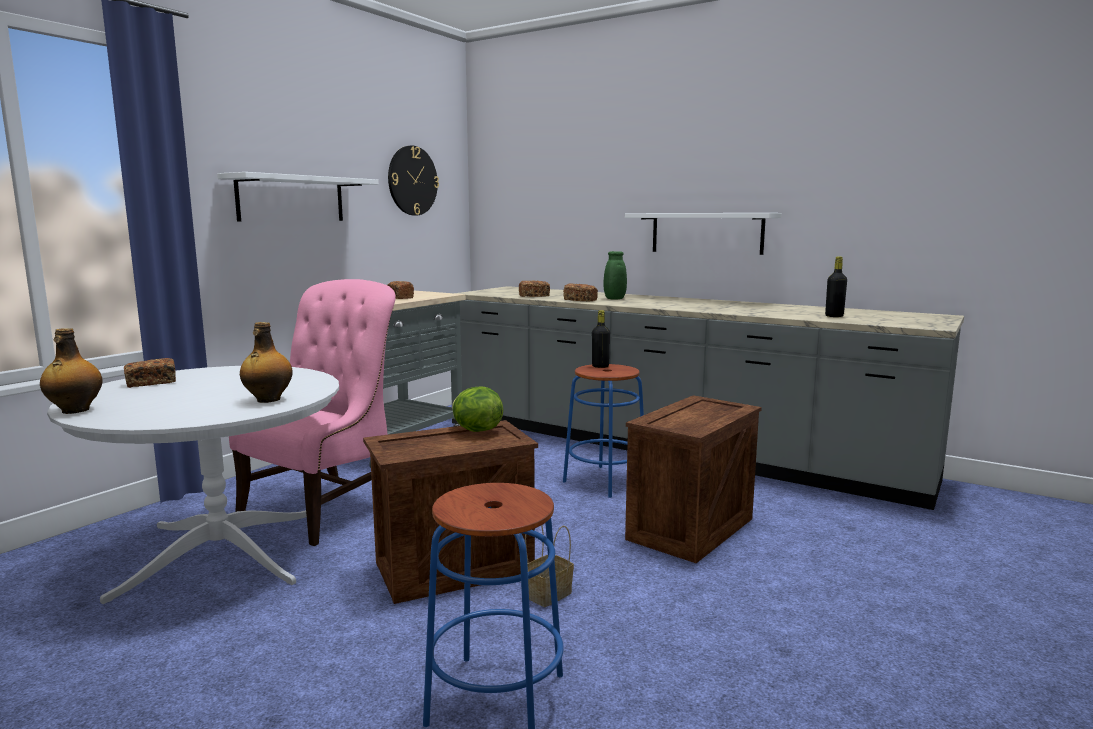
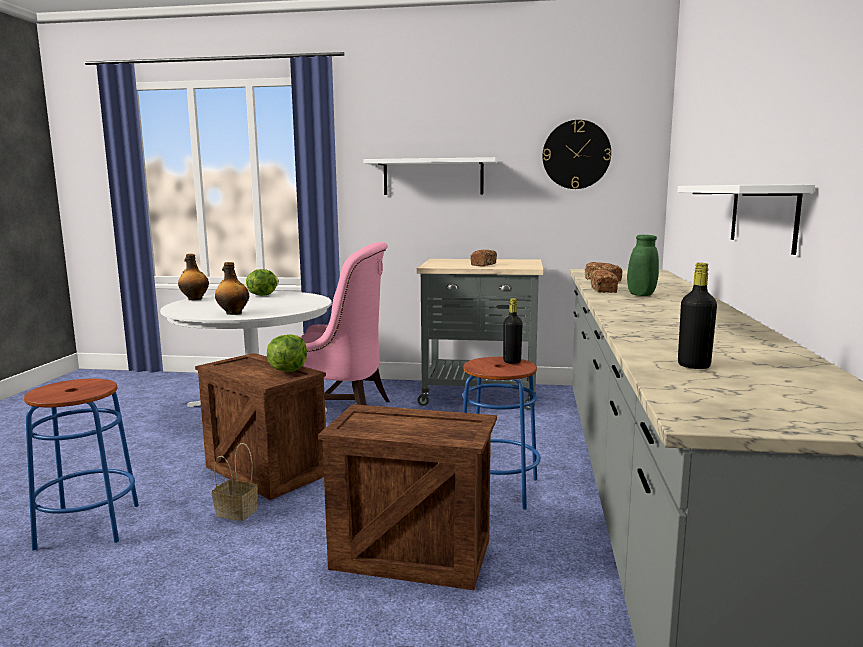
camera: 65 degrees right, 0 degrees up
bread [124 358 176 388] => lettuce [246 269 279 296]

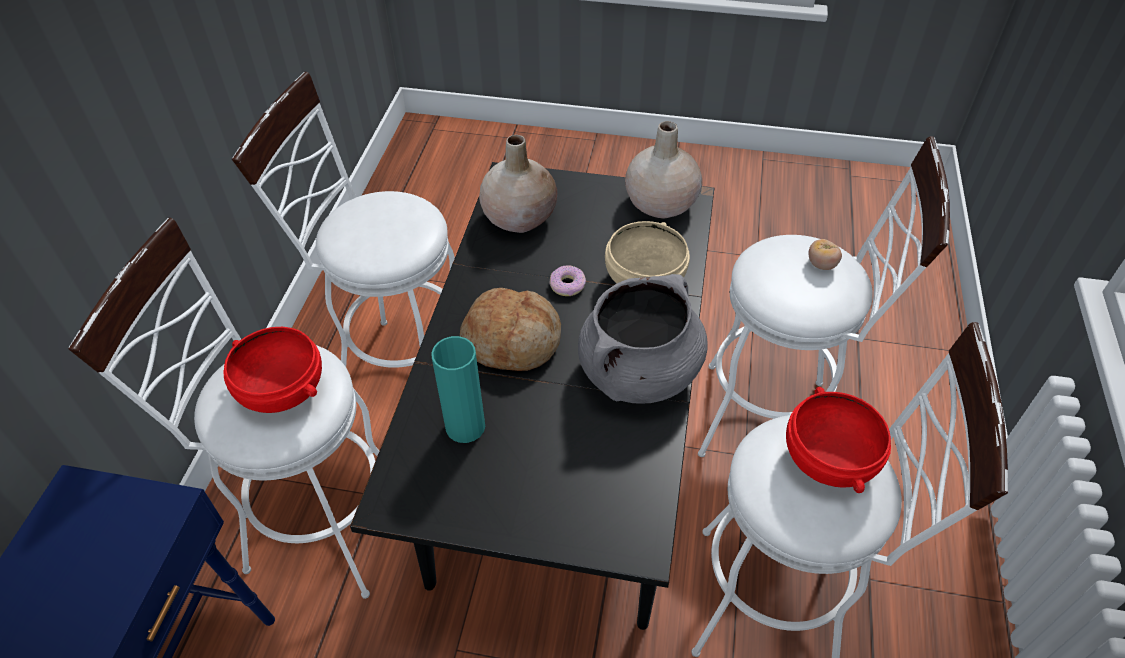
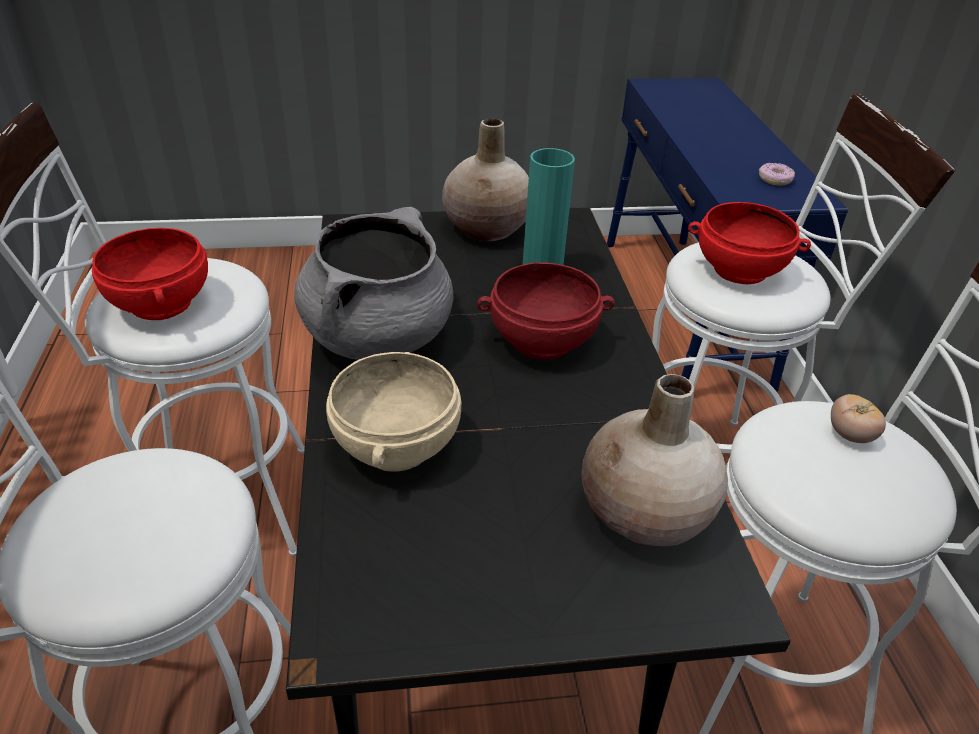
camera: 160 degrees right, 10 degrees down
beige vase [625 121 702 219] => beige vase [442 118 529 241], moved
tomato [808 239 842 270] => tomato [831 394 886 443], moved
donut [549 265 586 296] => donut [759 163 795 186], moved
bread [460 288 561 371] => red bowl [477 262 615 360]

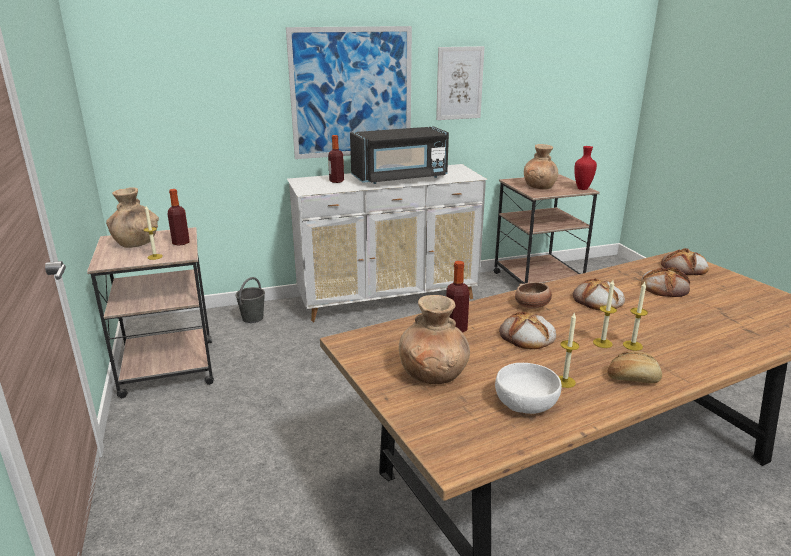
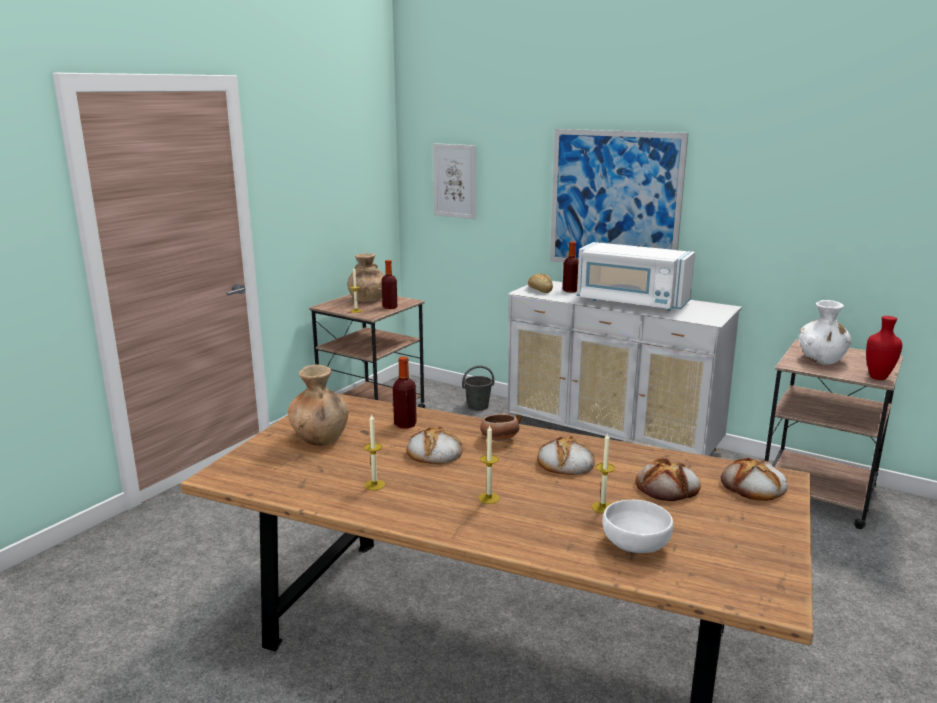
camera: 50 degrees right, 5 degrees down
picture [436 46 484 120] => picture [433 143 476 219], moved
black microwave [350 126 449 184] => white microwave [577 242 695 311]
brown vase [524 144 558 190] => white vase [799 300 851 365]
candle [593 280 617 348] => candle [592 433 615 513], moved
bread [608 351 662 384] => bread [528 274 553 293], moved
white bowl [495 363 562 414] => white bowl [602 500 674 553], moved

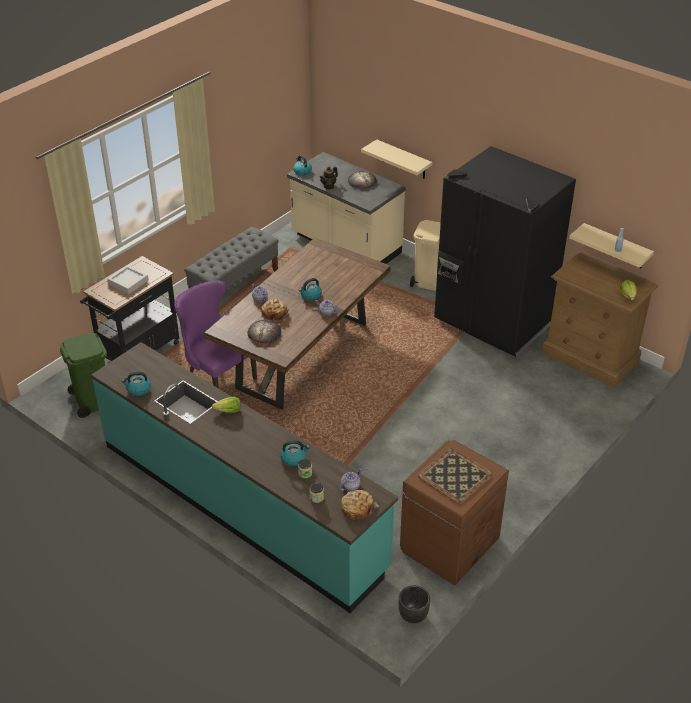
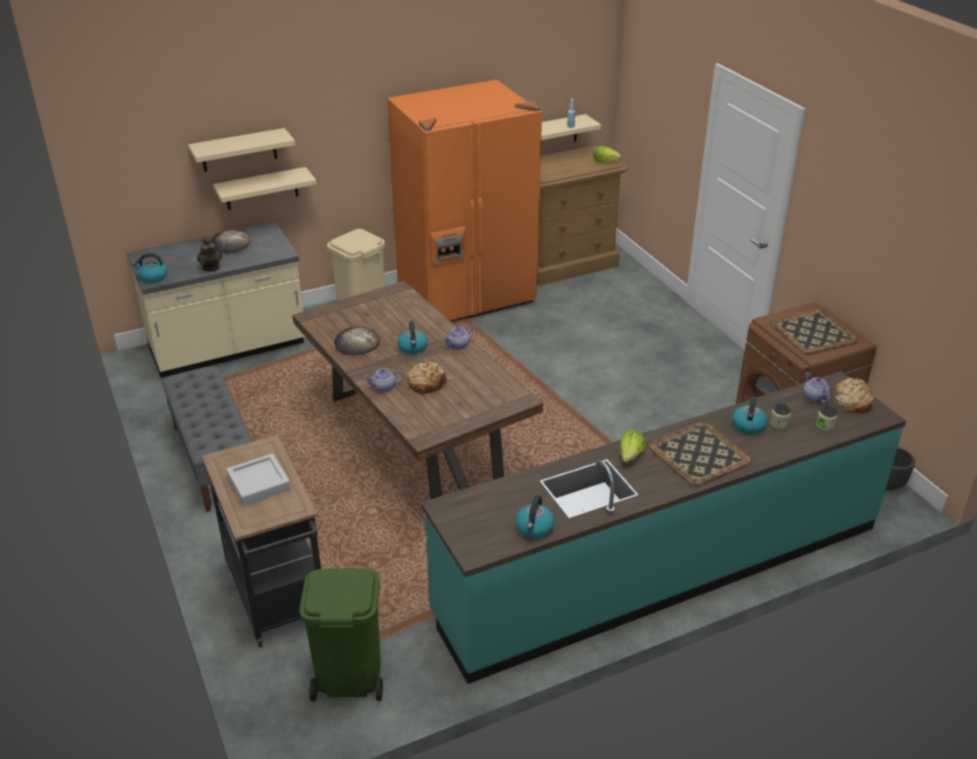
camera: 65 degrees left, 5 degrees down
black fridge [434 146 576 357] => orange fridge [387 80 542 322]
purple chair [175 281 257 389] => nothing
bread [248 320 281 344] => bread [334 326 380 355], moved
nothing => beige shelf [188 128 295 172]
nothing => tray [648 422 752 487]

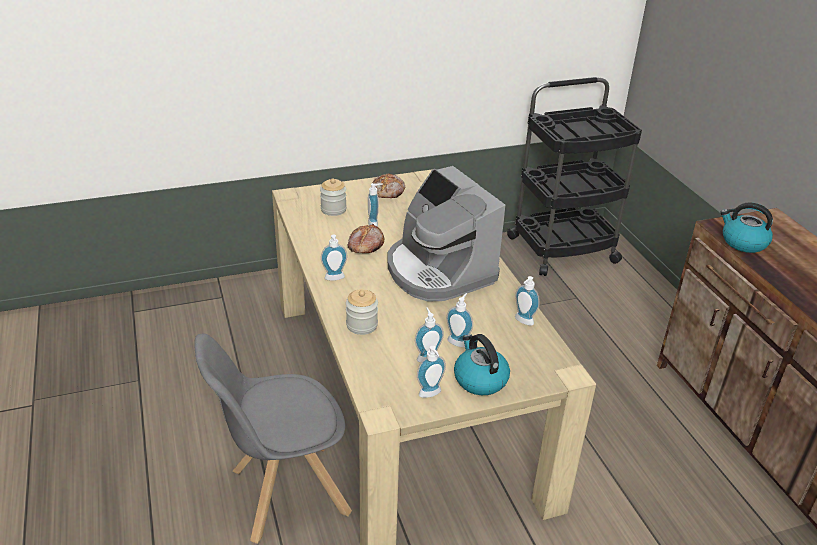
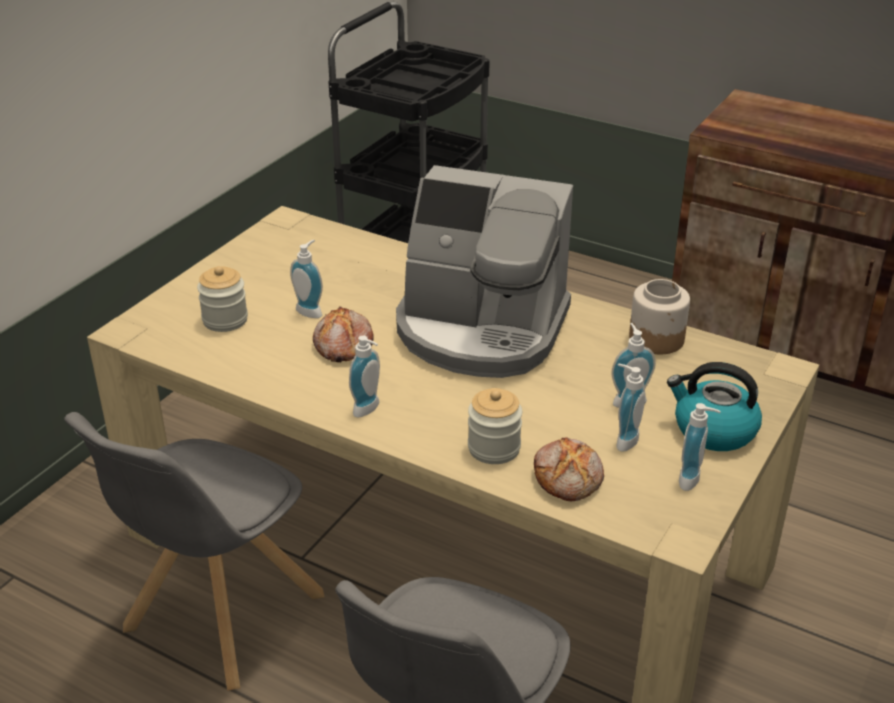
camera: 40 degrees left, 0 degrees up
bread [373 174 405 198] => bread [534 438 604 501], moved
kettle [720 202 773 253] => nothing
soap dispenser [515 276 540 326] => jar [629 279 690 354]
nothing => grey chair [64 412 325 691]

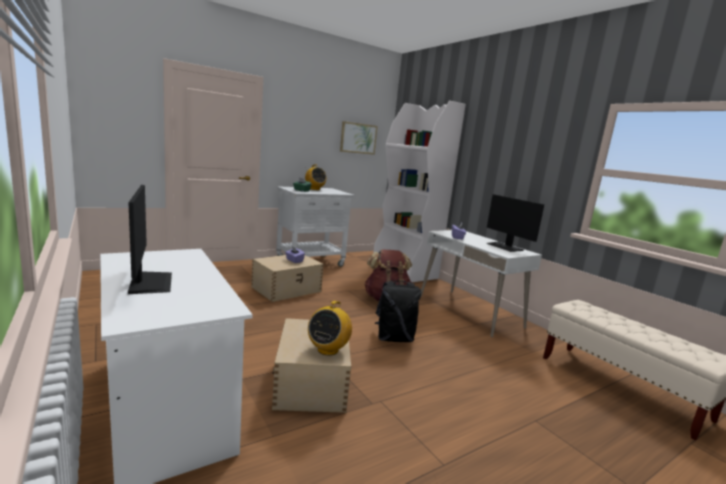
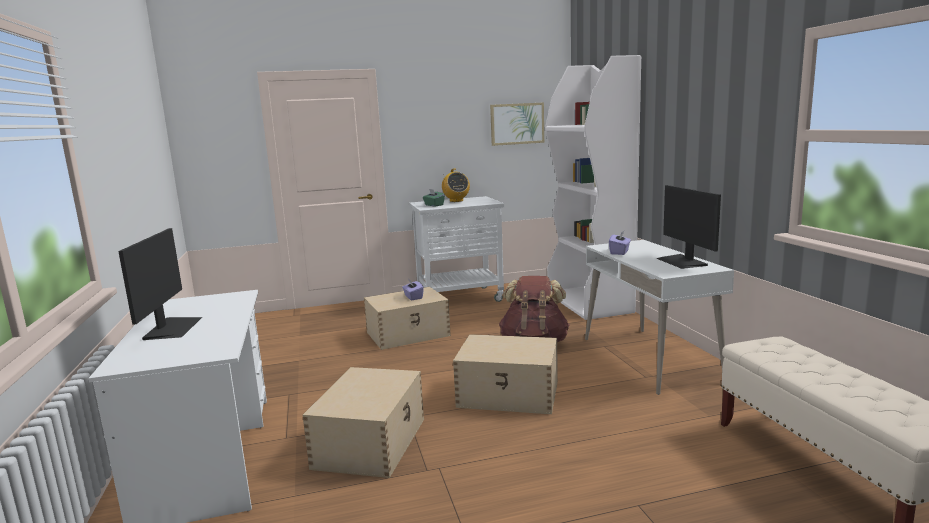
camera: 20 degrees right, 0 degrees up
black backpack [375 280 421 342] => beige storage box [453 334 558 414]
radio [308 301 352 356] => nothing

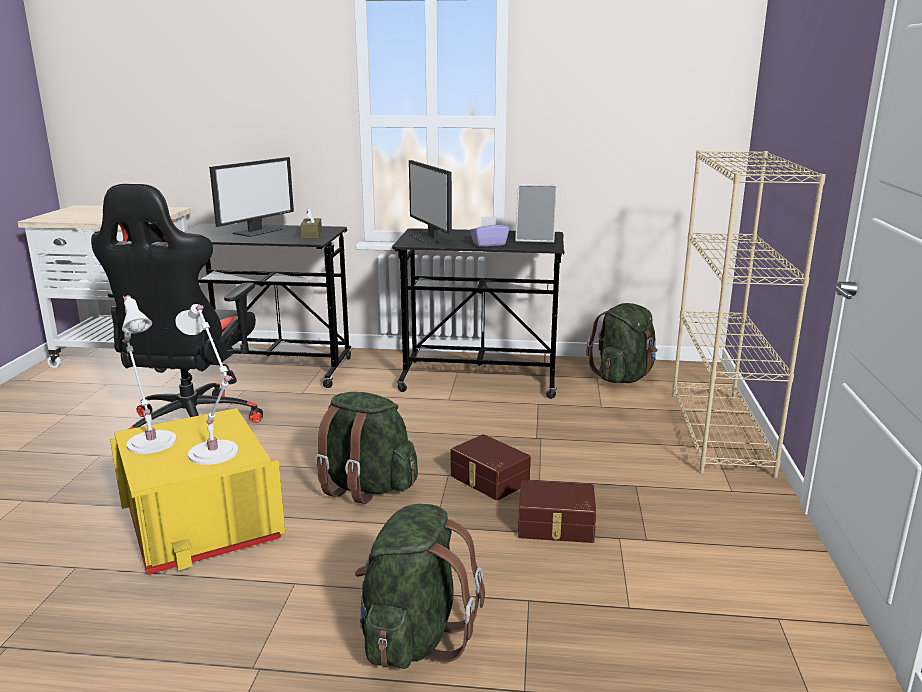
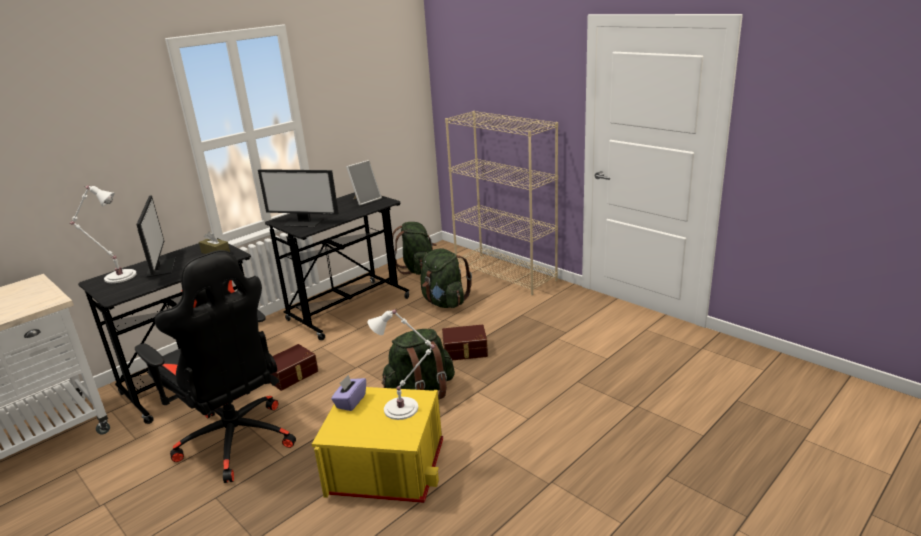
camera: 50 degrees left, 5 degrees up
purple tissue box [470 216 509 247] => purple tissue box [331 375 366 411], moved
white table lamp [122 295 177 454] => white table lamp [69 185 137 283], moved
brown storage box [518 480 596 543] => brown storage box [270 344 318 391], moved
green backpack [355 504 485 669] => green backpack [421 248 472 308], moved

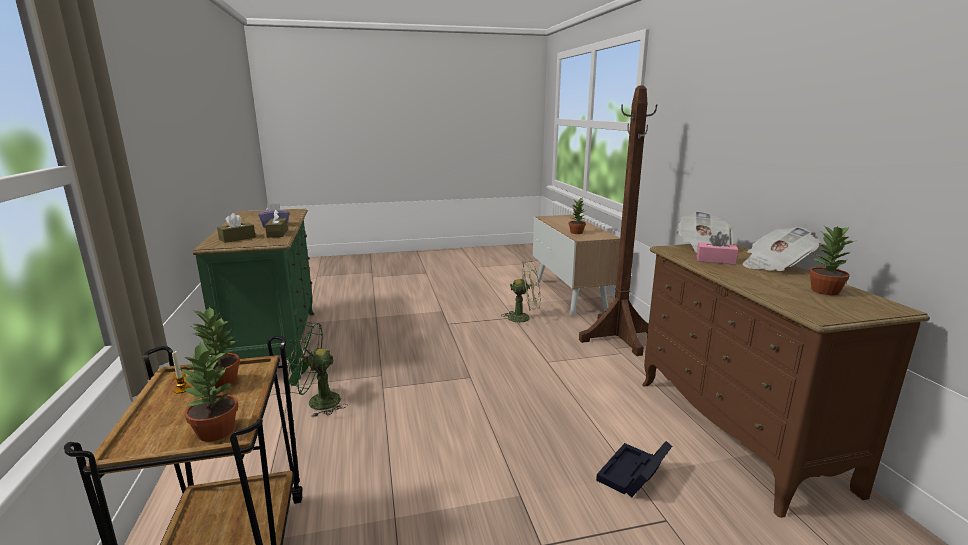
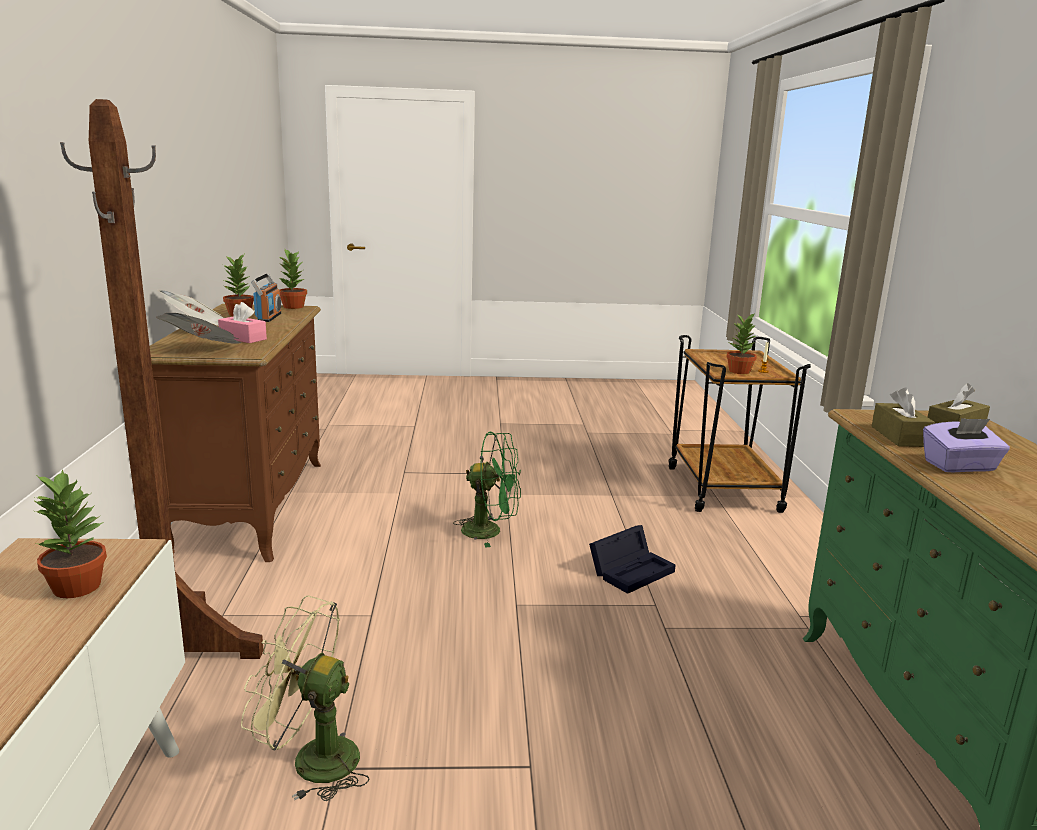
camera: 170 degrees left, 0 degrees up
green fan [283 322 348 417] => green fan [453 431 521 548], moved
potted plant [180 342 238 442] => potted plant [278 249 307 309], moved
black storage box [596 441 672 498] => black storage box [589 525 676 594], moved
nothing => radio [251 273 281 322]

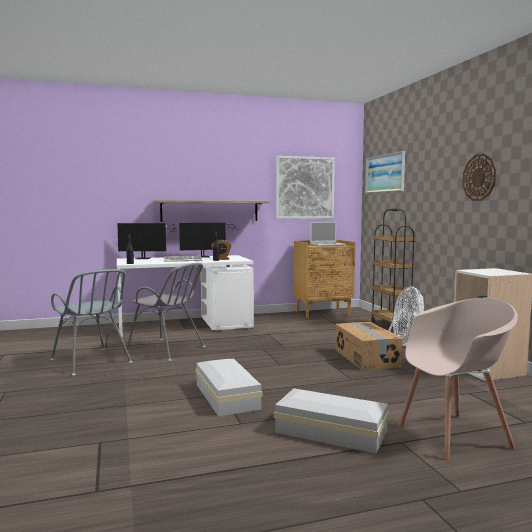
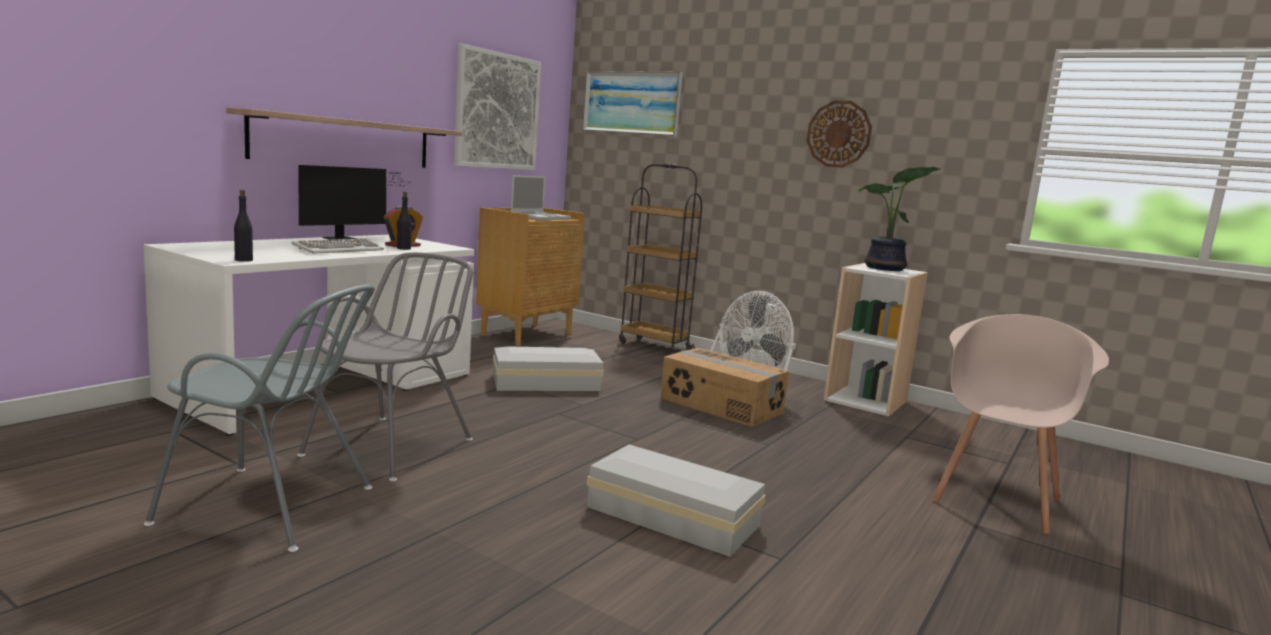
camera: 40 degrees left, 5 degrees up
monitor [117 223 179 259] => nothing
grey chair [126 263 205 361] => grey chair [297 252 473 482], 60 degrees counterclockwise
white storage box [274 388 389 454] => white storage box [493 346 604 391], moved
nothing => potted plant [857 167 940 271]

